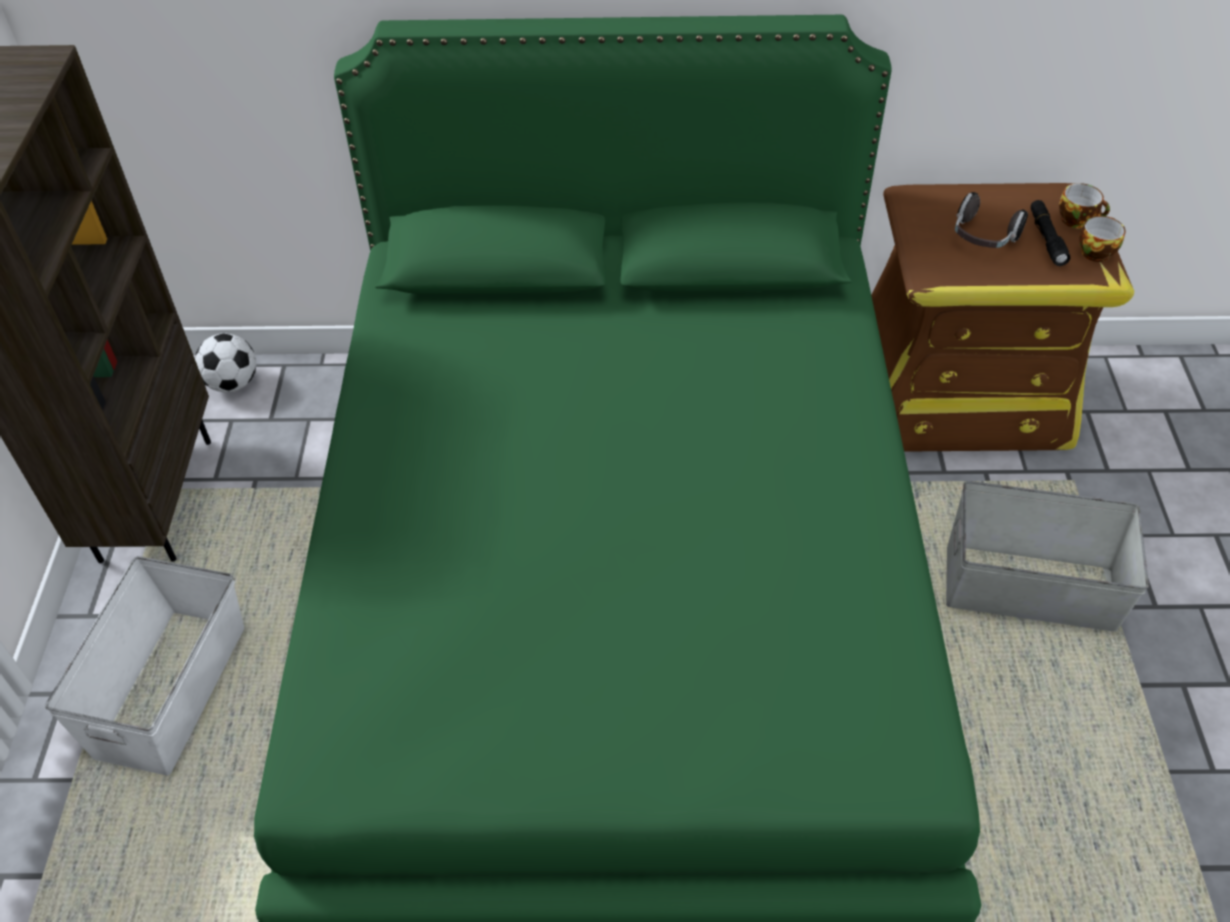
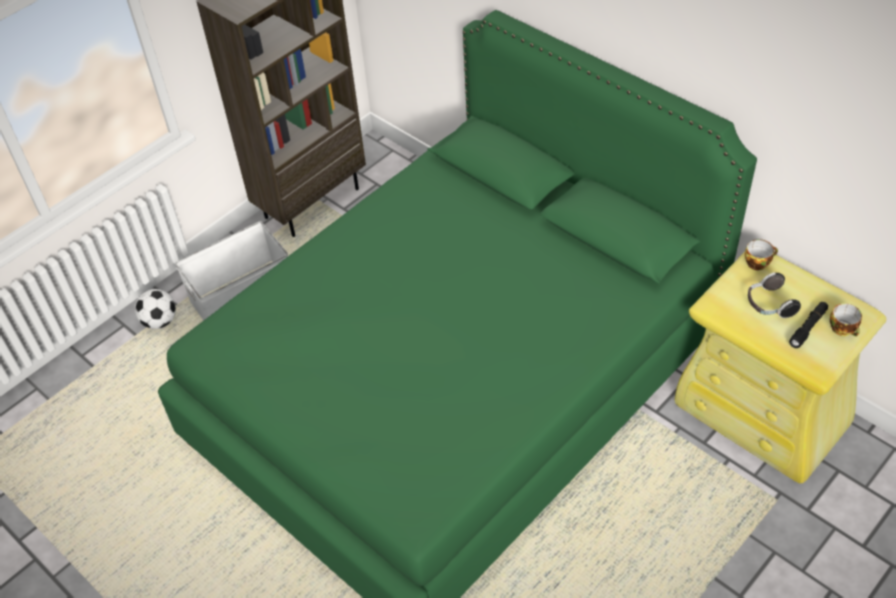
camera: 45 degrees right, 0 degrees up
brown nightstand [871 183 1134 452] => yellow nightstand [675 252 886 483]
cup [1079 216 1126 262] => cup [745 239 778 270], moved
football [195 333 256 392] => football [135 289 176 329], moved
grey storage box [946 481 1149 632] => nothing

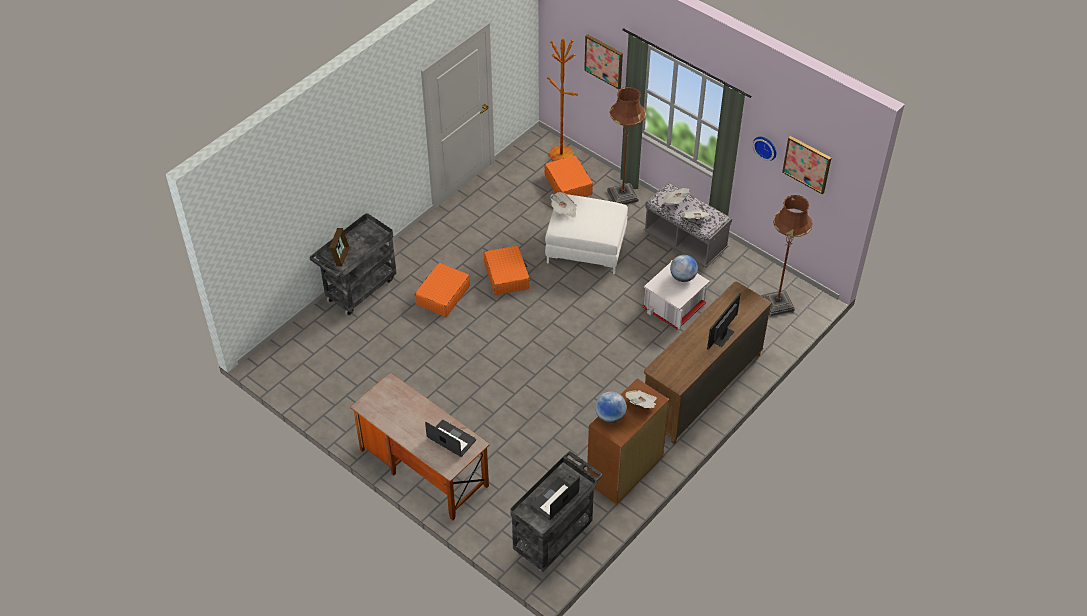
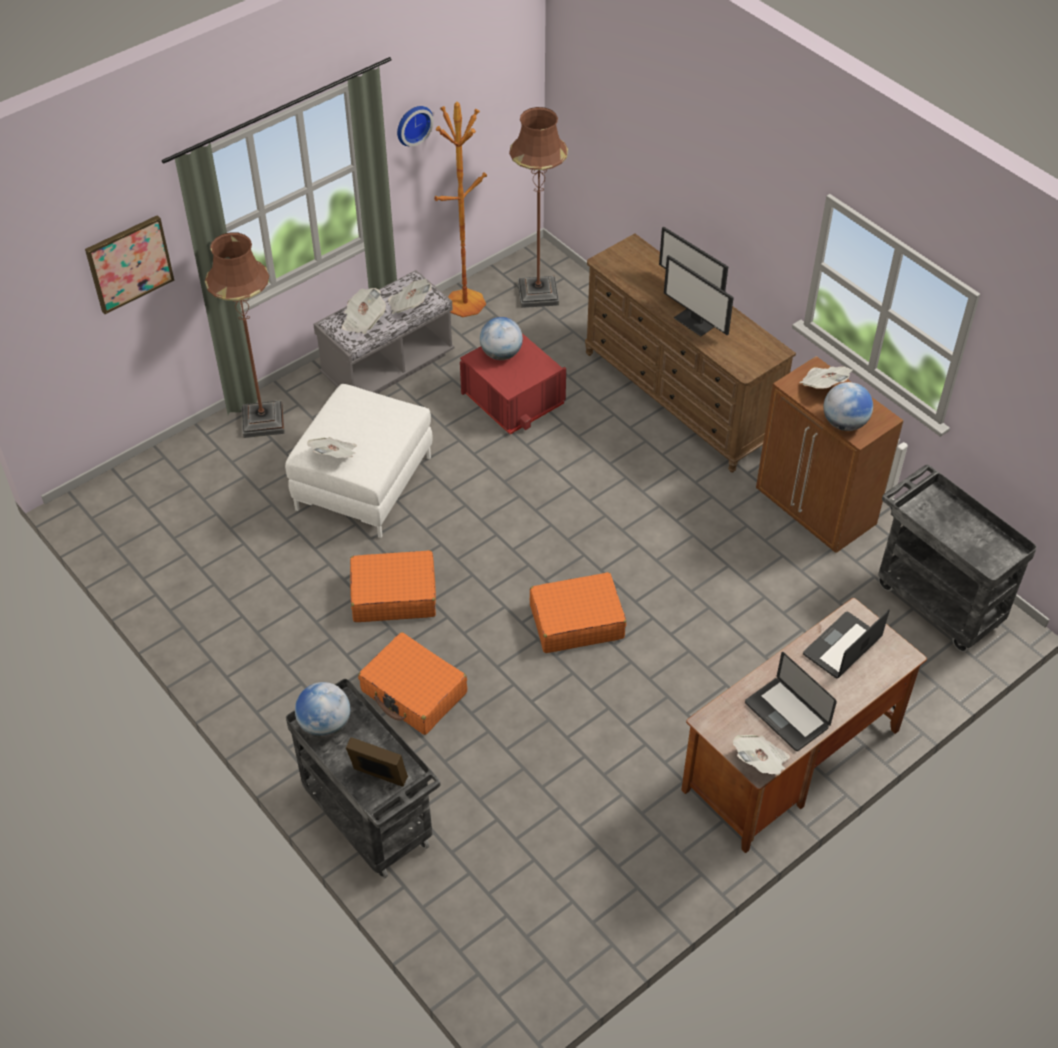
camera: 80 degrees left, 0 degrees up
orange clothes rack [547 38 578 161] => orange clothes rack [434 102 487 317], moved
picture [782 136 831 194] => nothing
orange suitcase [544 155 593 197] => orange suitcase [530 572 626 653], moved
white storage box [642 260 710 330] => red storage box [460 333 566 434]
laptop [531 477 580 520] => laptop [745 652 837 751], moved
nothing => monitor [664 255 734 336]
nothing => globe [295 682 350 738]
nothing => newspaper [733 735 790 775]

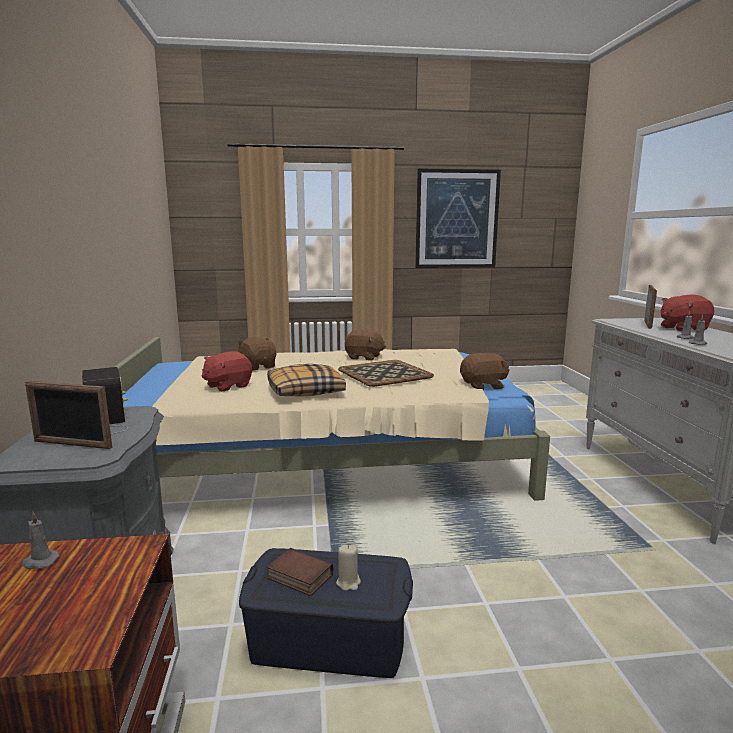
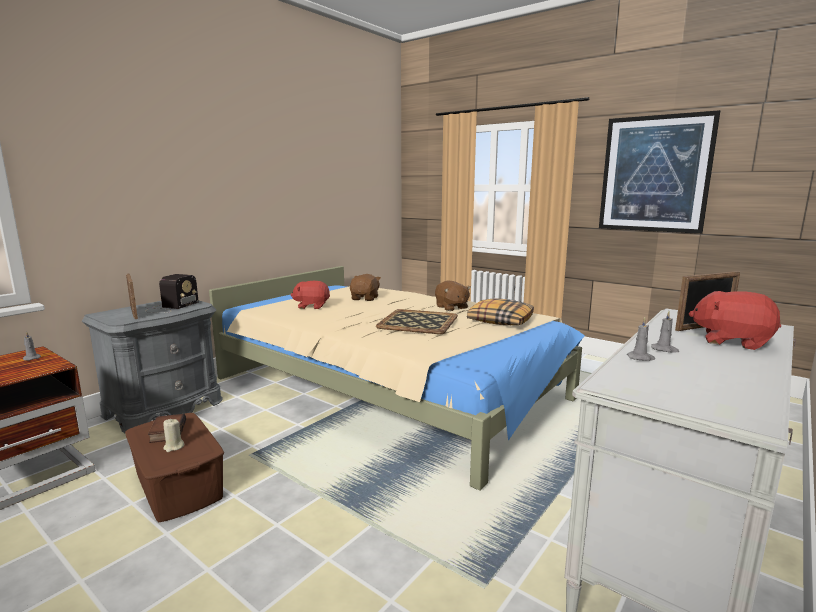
camera: 45 degrees right, 0 degrees up
brown plush toy [460 353 509 390] => nothing
pillow [267 364 346 397] => pillow [467 299 534 325], moved
blue storage box [239 548 413 678] => brown storage box [125 413 224 522]

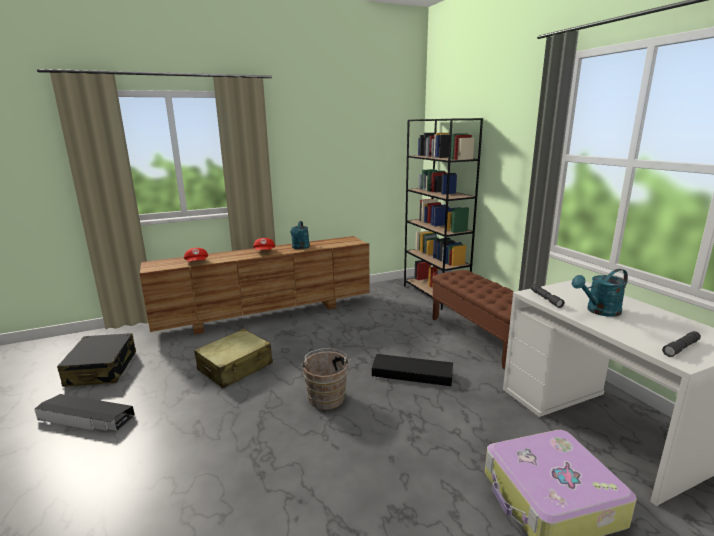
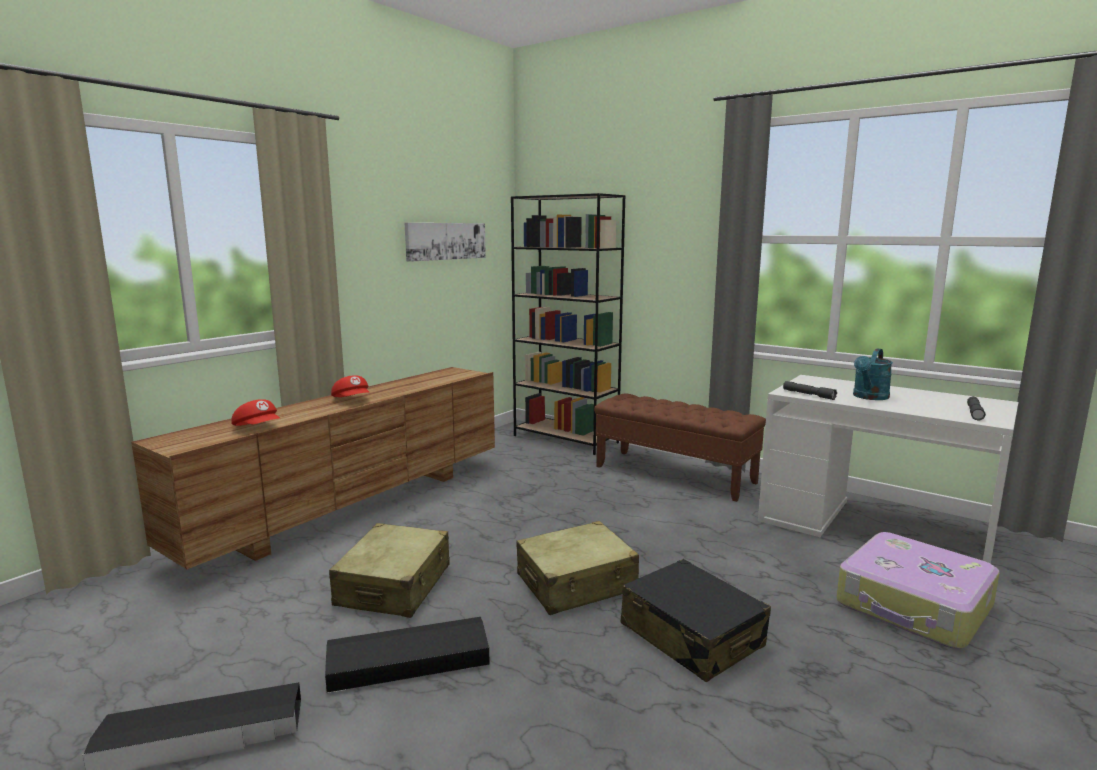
camera: 30 degrees left, 5 degrees down
turquoise watering can [290 221 310 249] => nothing
black suitcase [57 333 136 387] => black suitcase [621 559 771 682], moved
brown bucket [300 348 351 410] => beige suitcase [517 521 639 615]
black storage box [372 354 454 386] => black storage box [325 617 490 693], moved
nothing => picture [405 223 486 262]

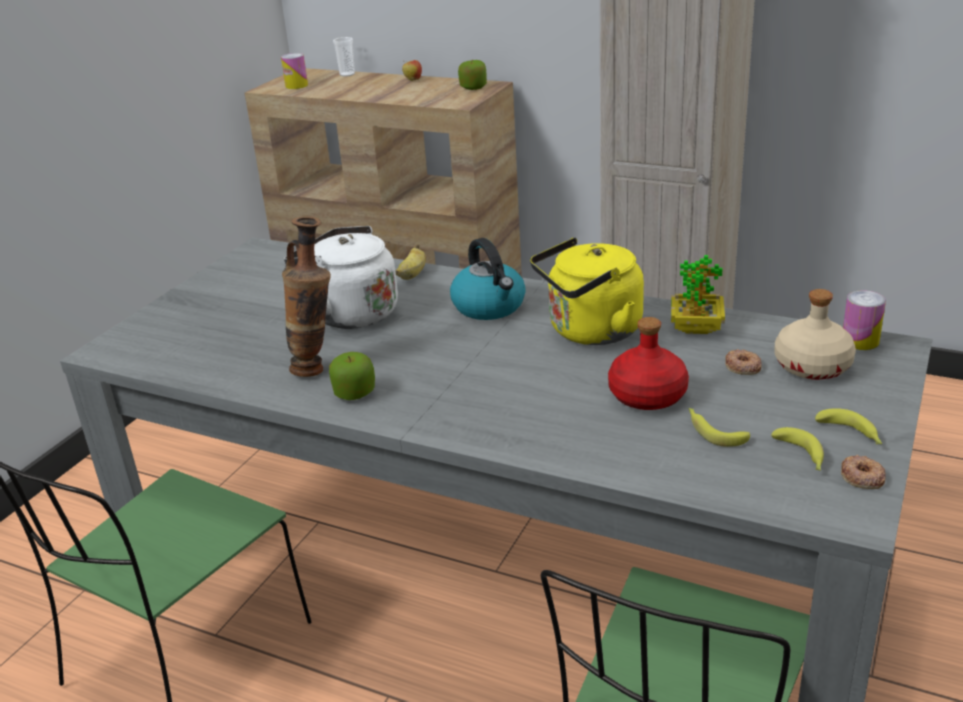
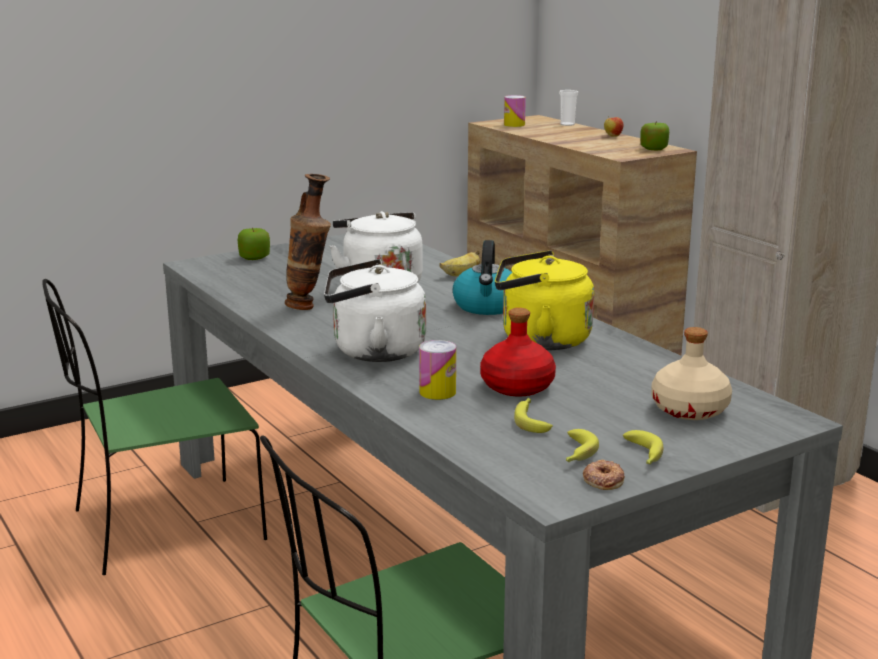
camera: 30 degrees right, 10 degrees down
potted plant [671 255 725 334] => nothing
can [843 290 886 350] => can [419 340 456 400], moved
donut [725 349 762 375] => nothing
apple [329 352 375 400] => apple [238 227 270 260], moved
nothing => white kettle [324 259 426 362]

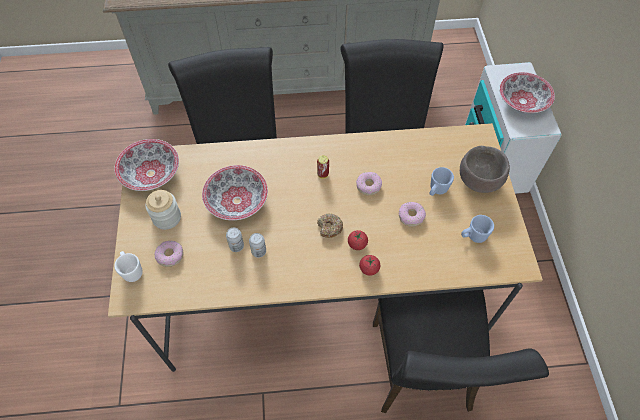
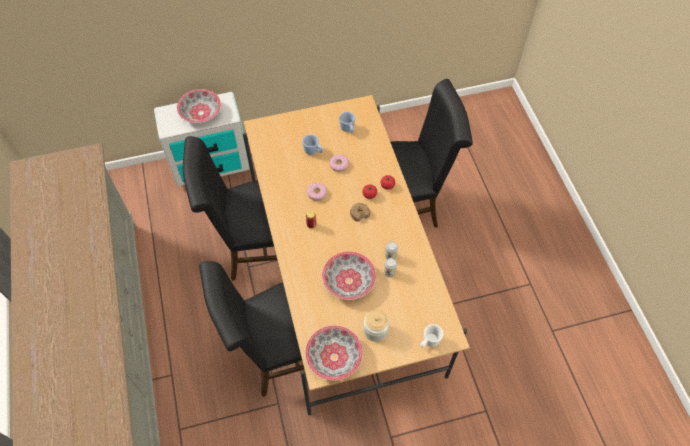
camera: 100 degrees left, 0 degrees up
brown bowl [460 146 510 193] => nothing
donut [155 241 184 267] => nothing

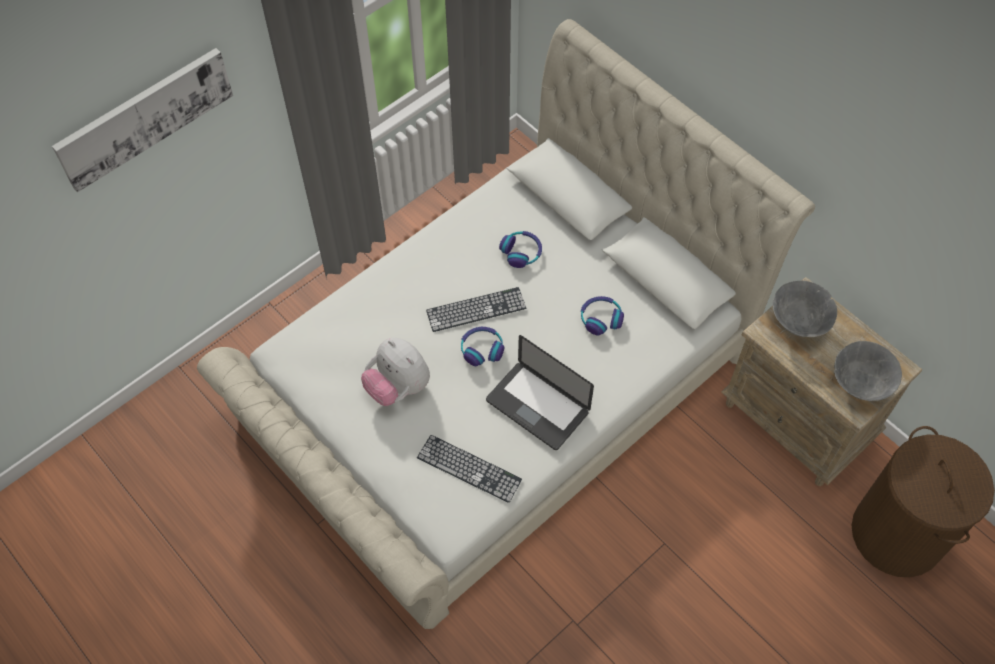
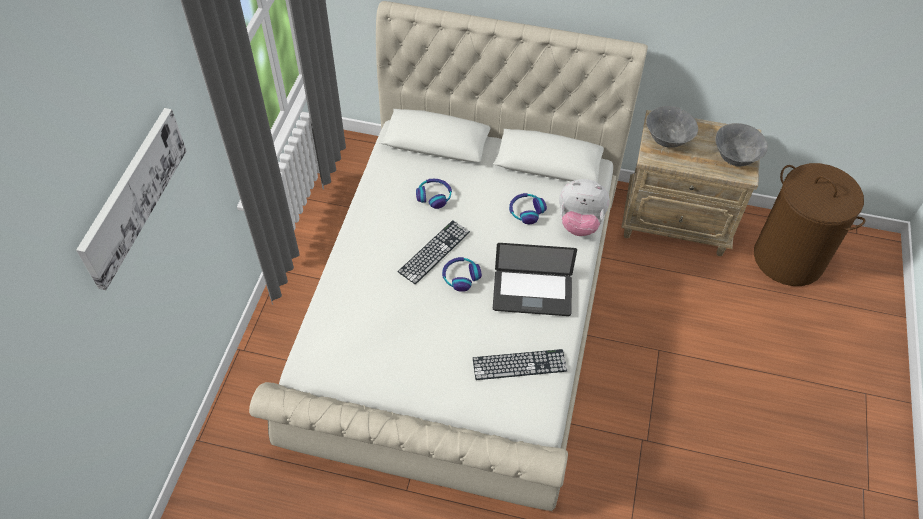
camera: 35 degrees left, 5 degrees down
plush toy [361 338 430 406] => plush toy [559 179 610 236], moved

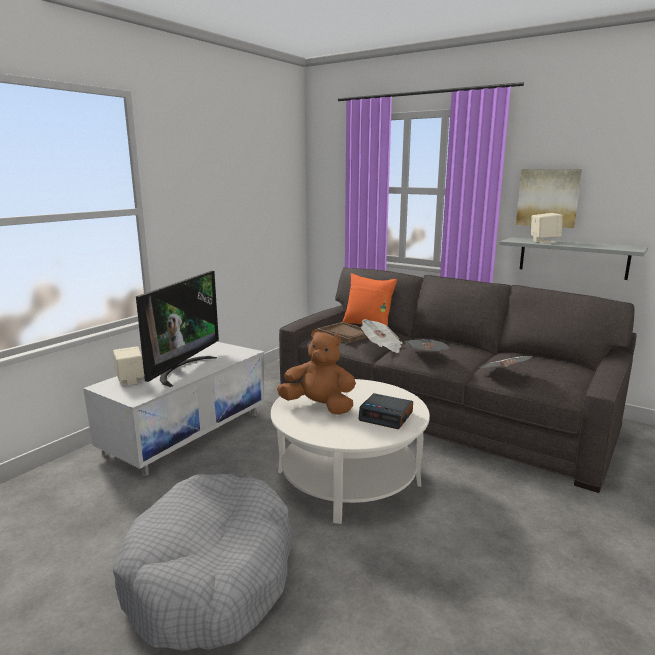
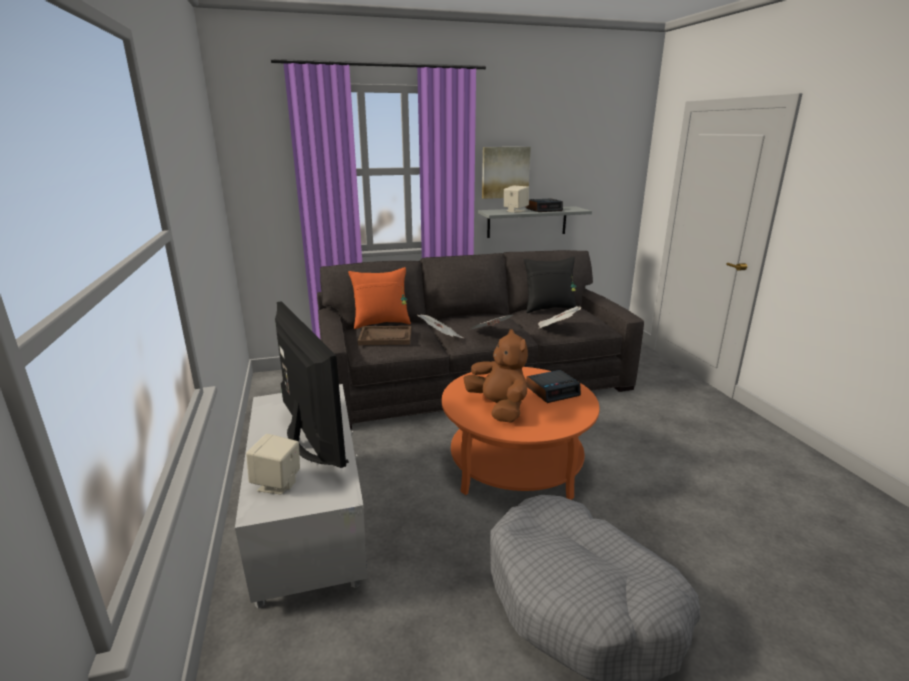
camera: 50 degrees left, 5 degrees up
brown plush toy [277 329 356 415] => brown plush toy [463 329 528 423], 90 degrees clockwise
white coffee table [271 379 430 524] => orange coffee table [442 367 600 500]
nothing => alarm clock [525 198 563 212]
nothing => black pillow [523 257 577 313]

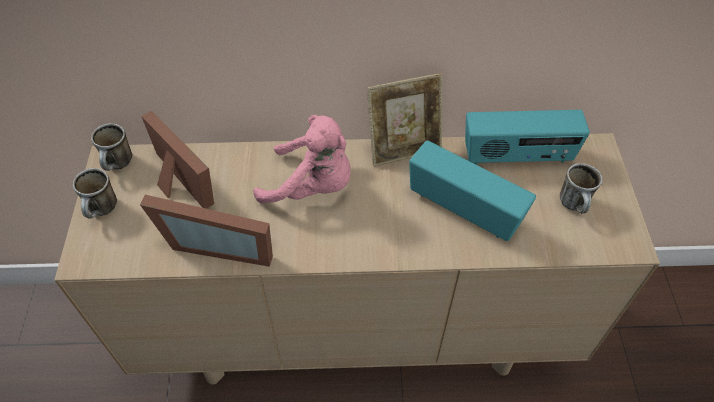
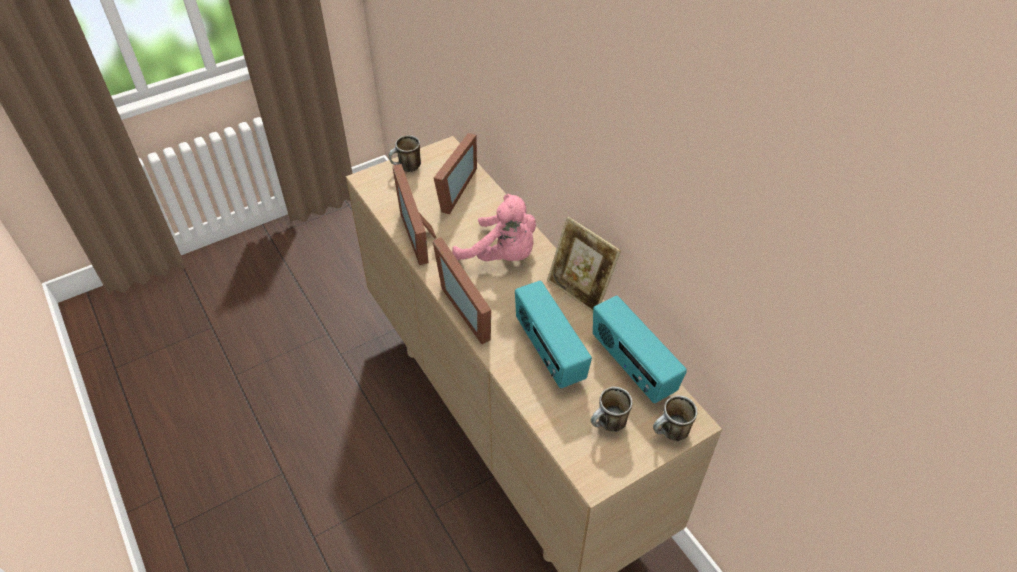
camera: 60 degrees right, 5 degrees down
pink plush toy [253 115 351 203] => pink plush toy [452 194 536 261], 45 degrees counterclockwise
mug [91 123 132 171] => mug [653 395 697 441], moved
radio [409 141 536 241] => radio [515 281 592 388], 150 degrees clockwise
nothing => picture frame [433 237 491 344]

